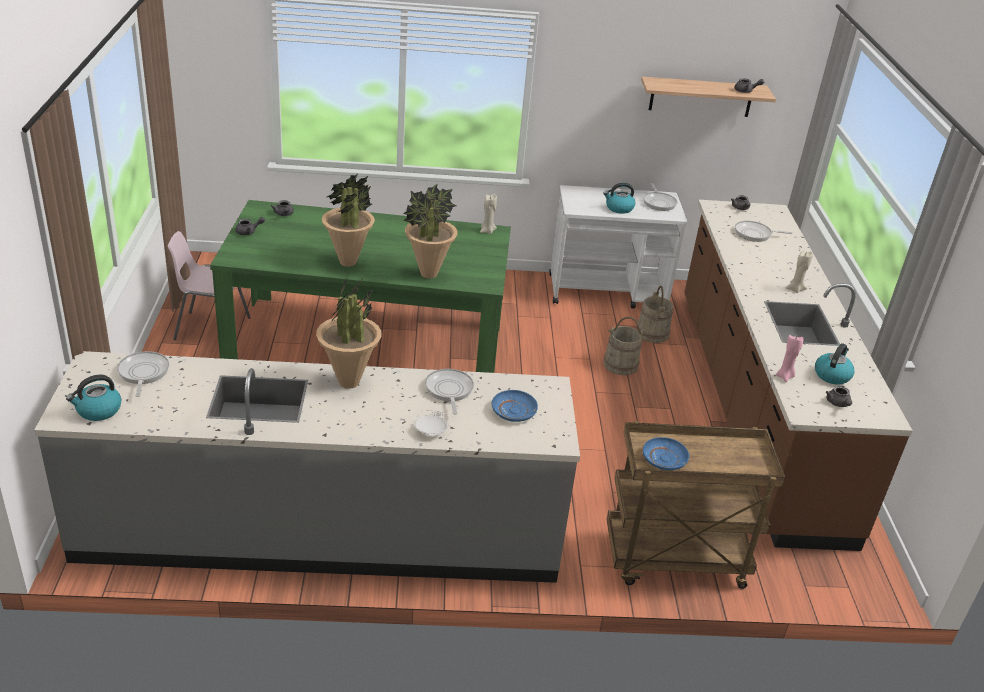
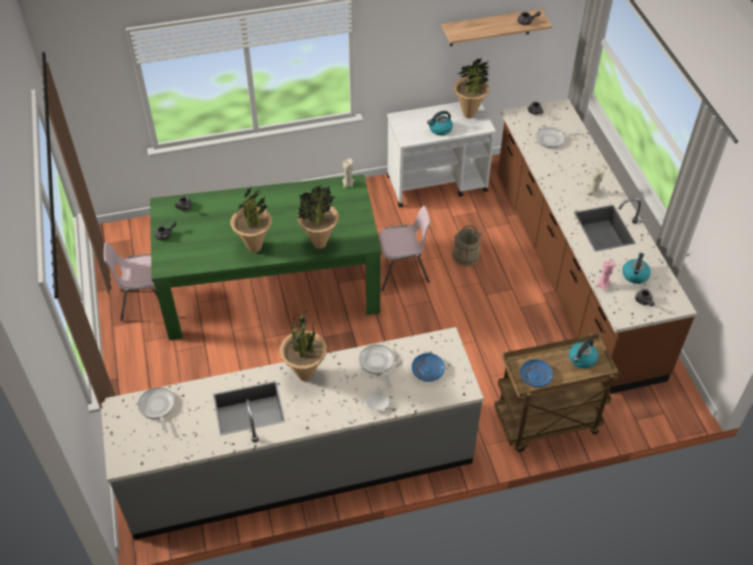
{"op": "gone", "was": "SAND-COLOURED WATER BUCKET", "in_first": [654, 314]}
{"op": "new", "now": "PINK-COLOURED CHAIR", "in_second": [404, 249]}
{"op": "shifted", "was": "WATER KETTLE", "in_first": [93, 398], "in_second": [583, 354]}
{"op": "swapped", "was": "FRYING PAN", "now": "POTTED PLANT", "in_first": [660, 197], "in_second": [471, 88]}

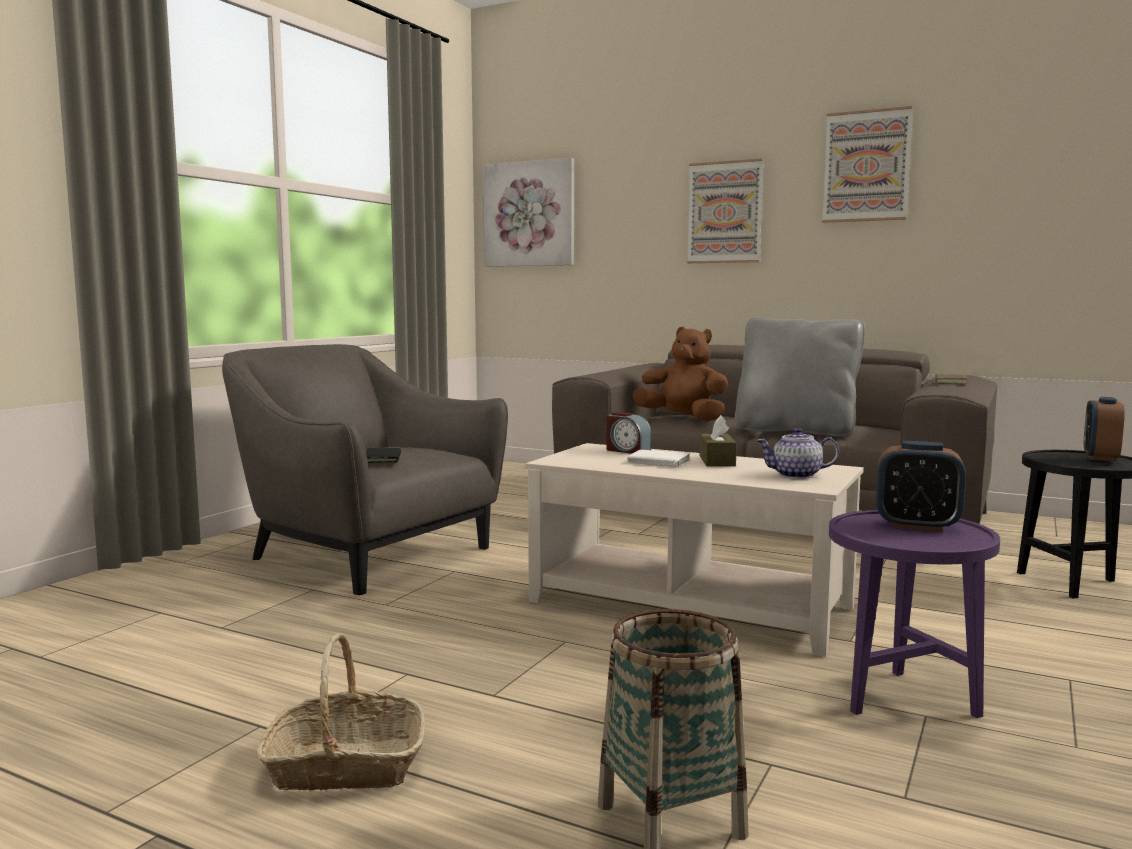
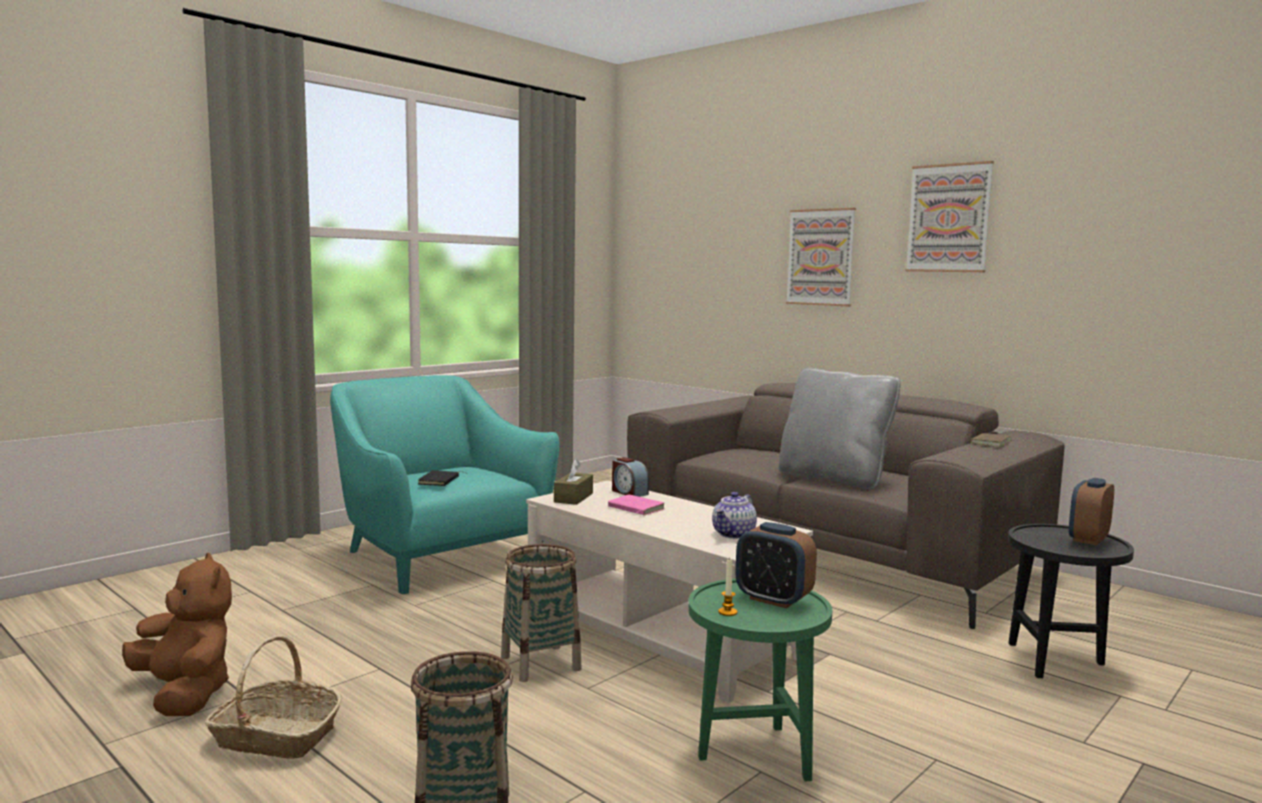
{"op": "gone", "was": "WALL PICTURE", "in_first": [528, 212]}
{"op": "new", "now": "STORAGE BASKET", "in_second": [541, 613]}
{"op": "new", "now": "WAX LIGHT", "in_second": [727, 587]}
{"op": "shifted", "was": "BROWN SOFT TOY", "in_first": [680, 373], "in_second": [177, 634]}
{"op": "shifted", "was": "BROWN TISSUE BOX", "in_first": [718, 441], "in_second": [573, 482]}
{"op": "repainted", "was": "GREY EASY CHAIR", "now": "TURQUOISE-COLOURED EASY CHAIR", "in_first": [365, 469], "in_second": [444, 484]}
{"op": "repainted", "was": "WHITE BOUND BOOK", "now": "PINK-COLOURED BOUND BOOK", "in_first": [659, 458], "in_second": [636, 505]}
{"op": "repainted", "was": "PURPLE SIDE TABLE", "now": "GREEN-COLOURED SIDE TABLE", "in_first": [914, 614], "in_second": [760, 680]}
{"op": "rotated", "was": "TEAPOT", "in_first": [798, 453], "in_second": [734, 515], "clockwise": -75}

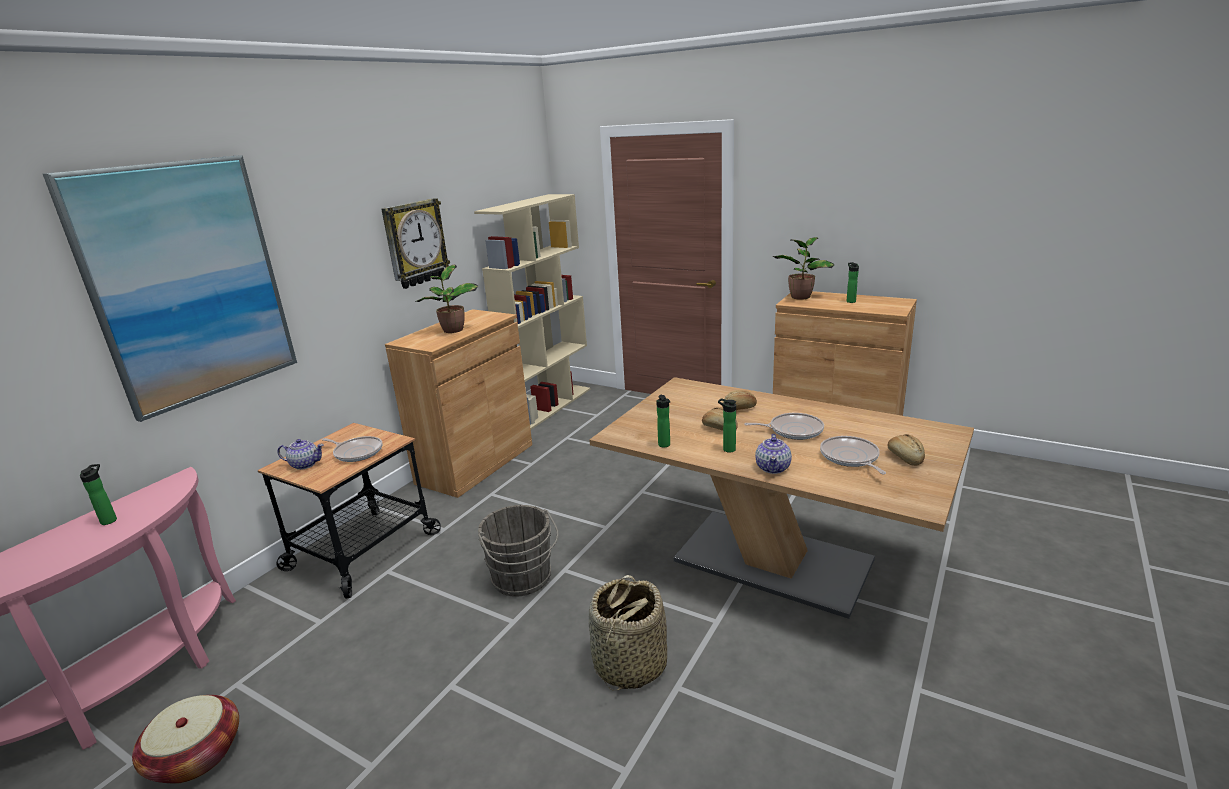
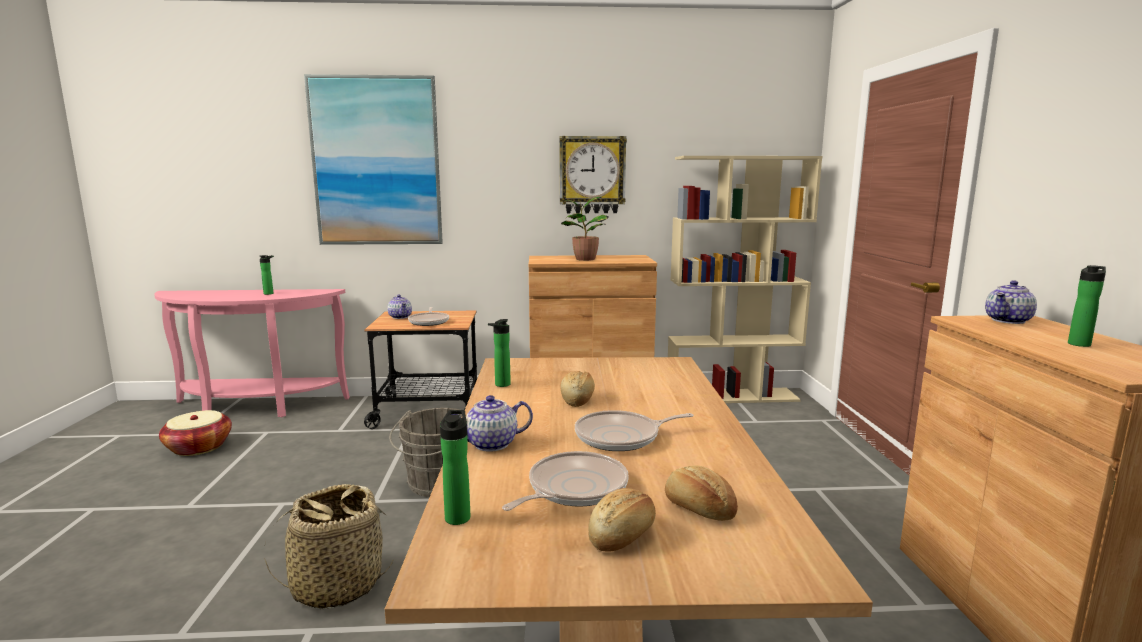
{"op": "shifted", "was": "BOTTLE", "in_first": [727, 425], "in_second": [455, 467]}
{"op": "shifted", "was": "BAKED BREAD", "in_first": [739, 400], "in_second": [701, 493]}
{"op": "swapped", "was": "POTTED PLANT", "now": "TEAPOT", "in_first": [803, 268], "in_second": [1011, 302]}
{"op": "rotated", "was": "FRYING PAN", "in_first": [784, 426], "in_second": [634, 430], "clockwise": 105}

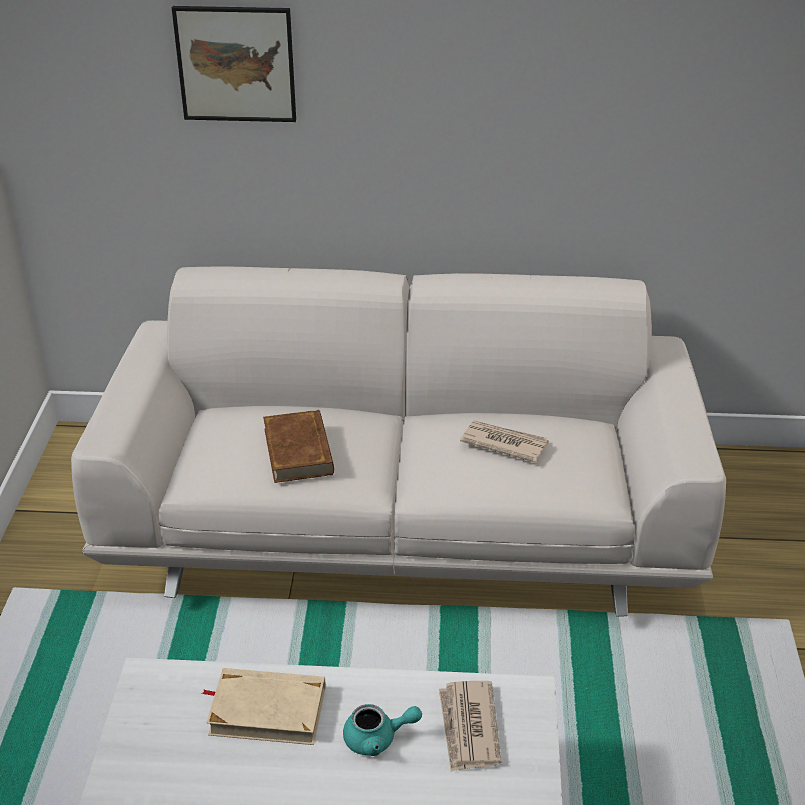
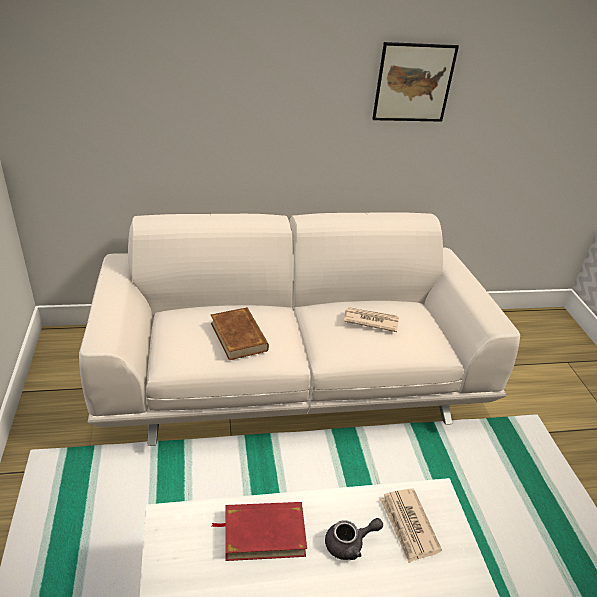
{"op": "shifted", "was": "WALL PICTURE", "in_first": [234, 64], "in_second": [415, 82]}
{"op": "repainted", "was": "SAND-COLOURED BOUND BOOK", "now": "RED BOUND BOOK", "in_first": [264, 706], "in_second": [259, 531]}
{"op": "repainted", "was": "TURQUOISE-COLOURED TEAPOT", "now": "GREY TEAPOT", "in_first": [382, 730], "in_second": [354, 539]}

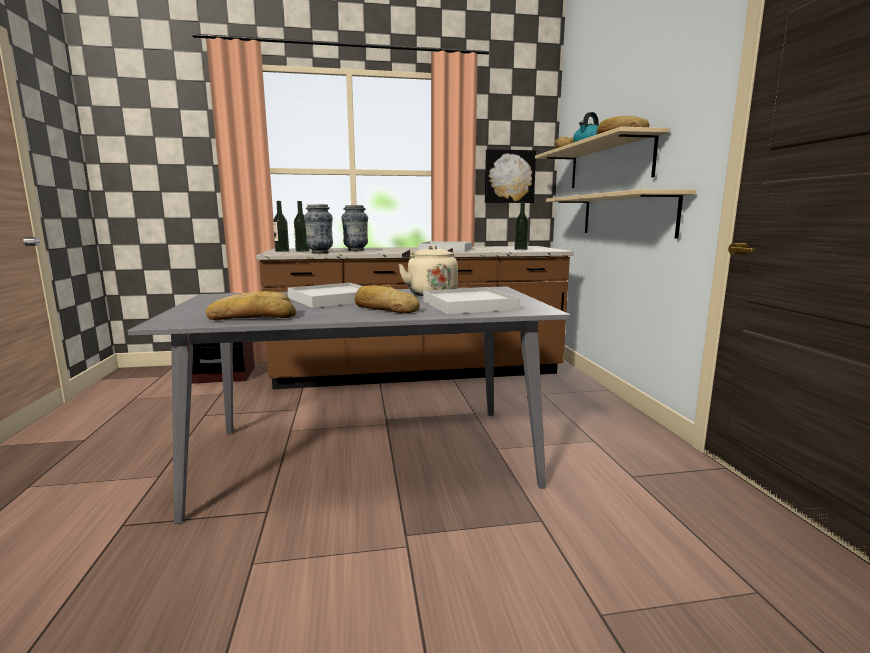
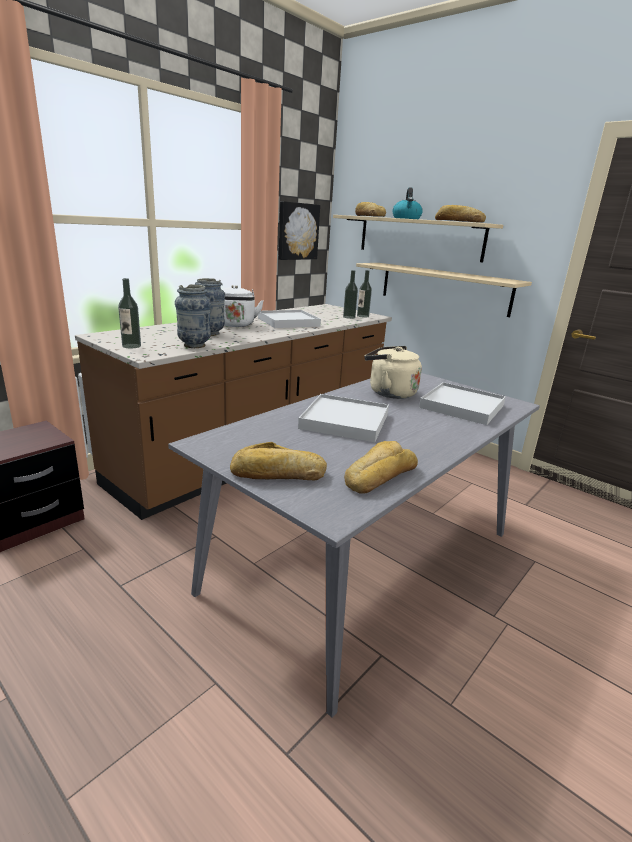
{"op": "new", "now": "WHITE WATER KETTLE", "in_second": [243, 306]}
{"op": "shifted", "was": "BOTTLE", "in_first": [302, 226], "in_second": [364, 294]}
{"op": "shifted", "was": "BAKED BREAD", "in_first": [387, 299], "in_second": [278, 461]}

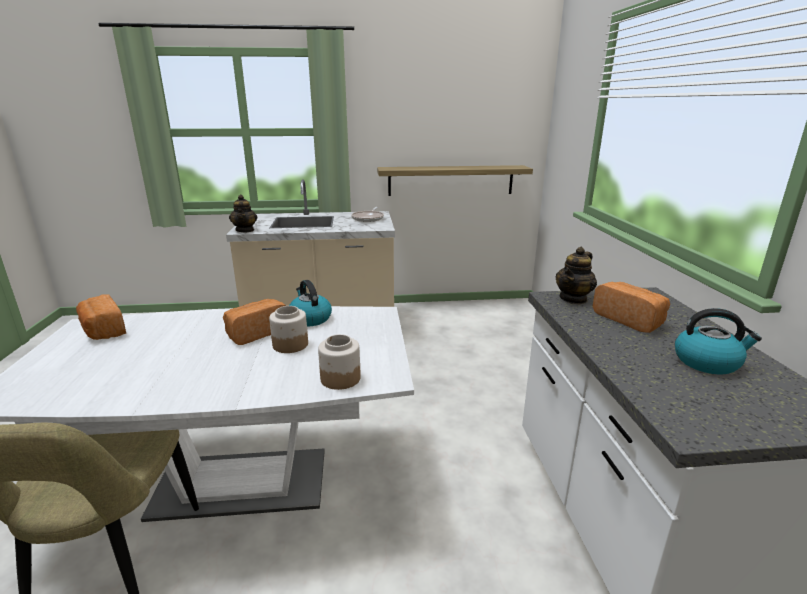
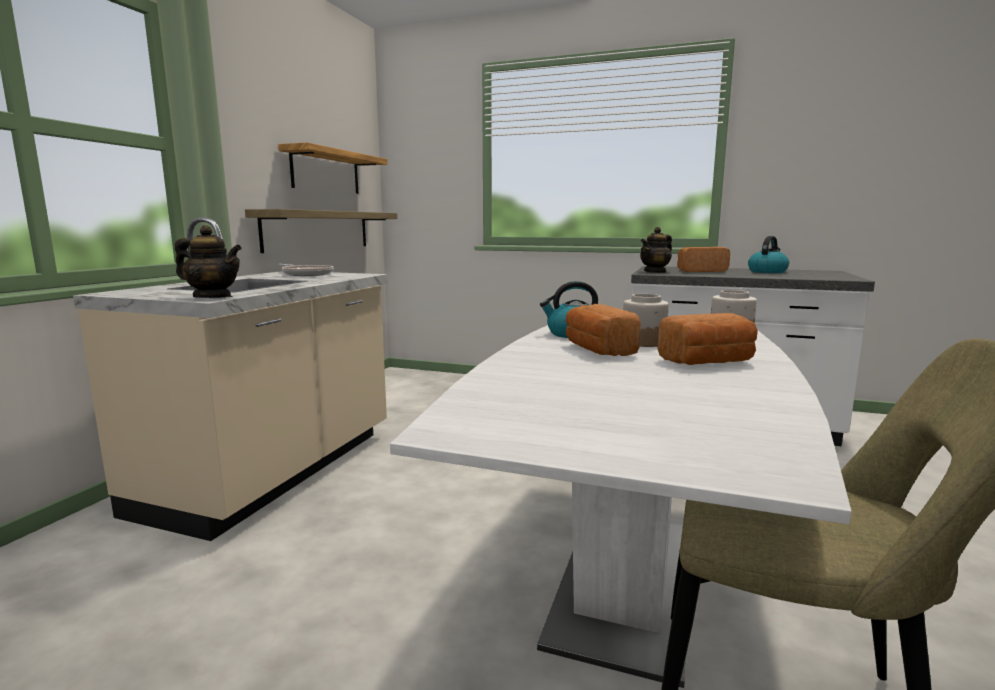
{"op": "new", "now": "WALL SHELF", "in_second": [333, 168]}
{"op": "shifted", "was": "BAKED BREAD", "in_first": [101, 317], "in_second": [707, 339]}
{"op": "rotated", "was": "TEAPOT", "in_first": [576, 276], "in_second": [656, 250], "clockwise": 75}

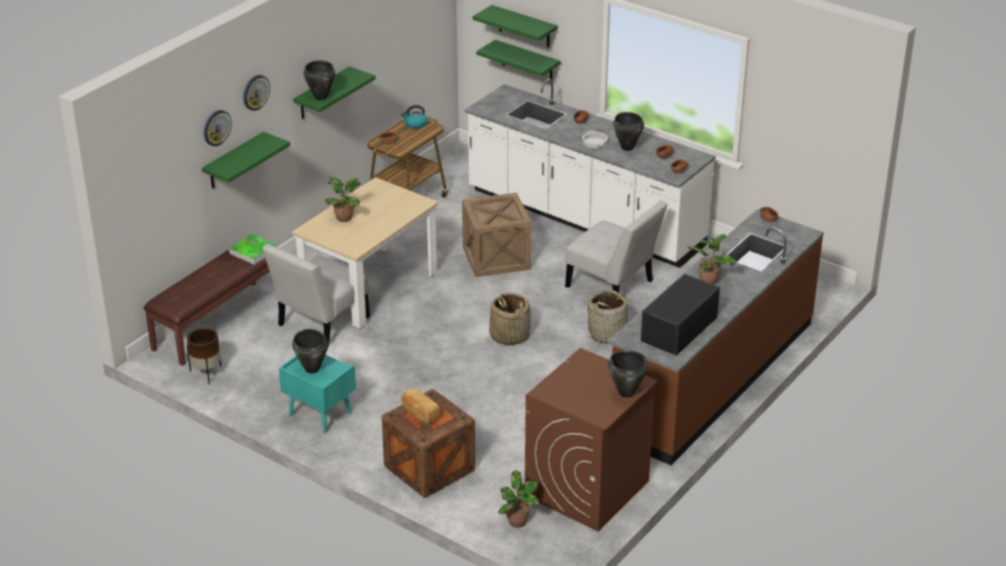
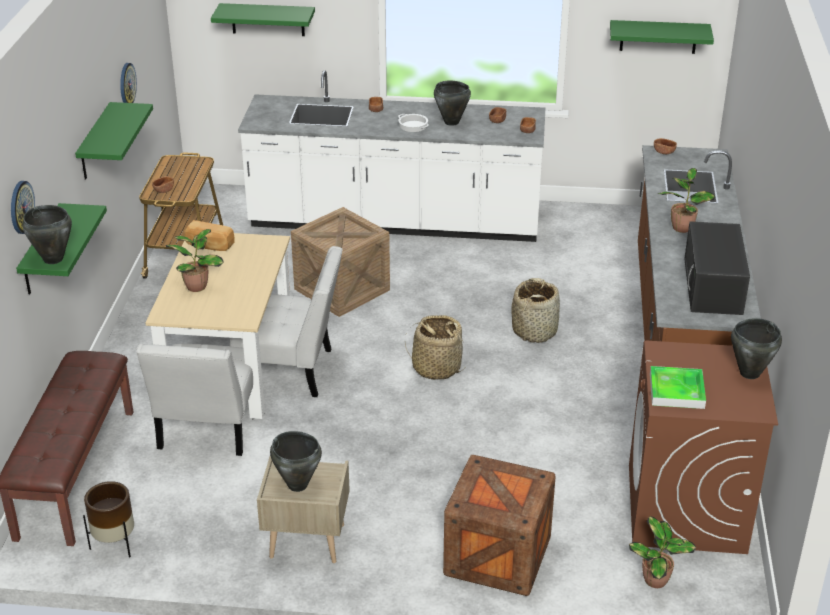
{"op": "gone", "was": "WATER KETTLE", "in_first": [414, 117]}
{"op": "shifted", "was": "CARRYING TRAY", "in_first": [253, 249], "in_second": [678, 387]}
{"op": "shifted", "was": "CLOCK ON THE WALL", "in_first": [256, 93], "in_second": [128, 83]}
{"op": "shifted", "was": "BLACK STOCKPOT", "in_first": [319, 80], "in_second": [47, 234]}
{"op": "shifted", "was": "BAKED BREAD", "in_first": [421, 405], "in_second": [209, 235]}
{"op": "shifted", "was": "GREEN-COLOURED WALL SHELF", "in_first": [518, 60], "in_second": [662, 37]}
{"op": "shifted", "was": "WHITE CHAIR", "in_first": [616, 246], "in_second": [286, 321]}
{"op": "repainted", "was": "TURQUOISE-COLOURED BEDSIDE TABLE", "now": "SAND-COLOURED BEDSIDE TABLE", "in_first": [317, 394], "in_second": [303, 509]}

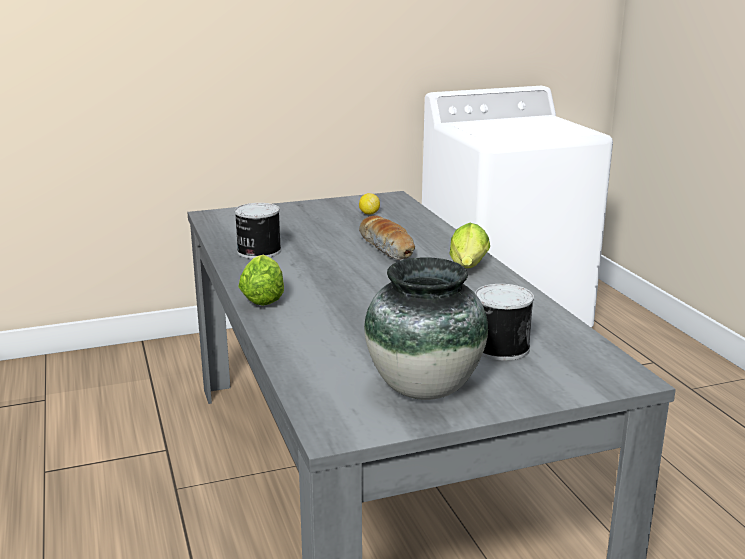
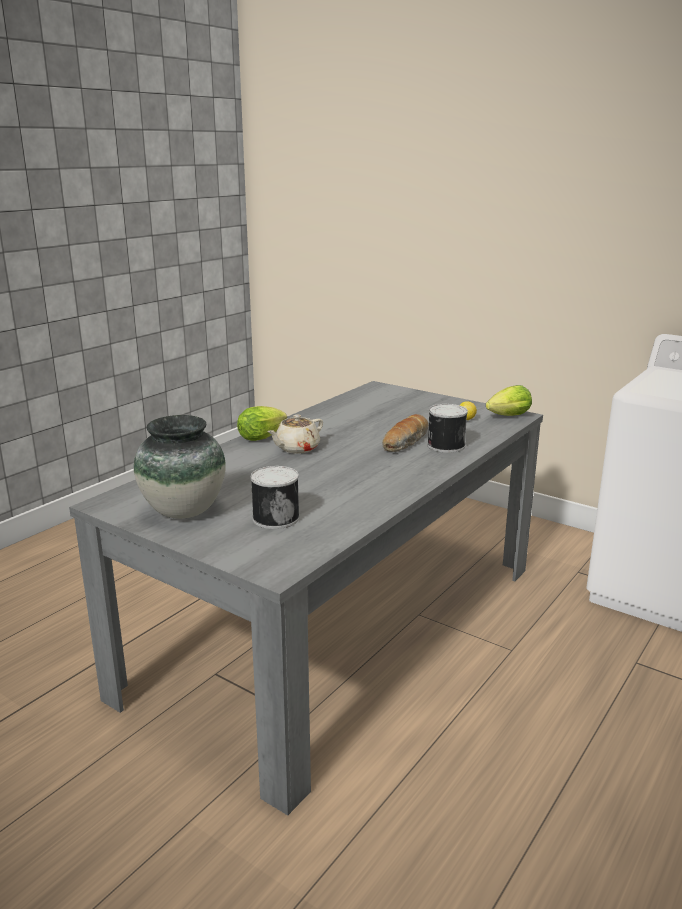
{"op": "new", "now": "SAND-COLOURED TEAPOT", "in_second": [295, 434]}
{"op": "shifted", "was": "CAN", "in_first": [258, 231], "in_second": [447, 428]}
{"op": "shifted", "was": "LETTUCE", "in_first": [470, 245], "in_second": [509, 400]}

